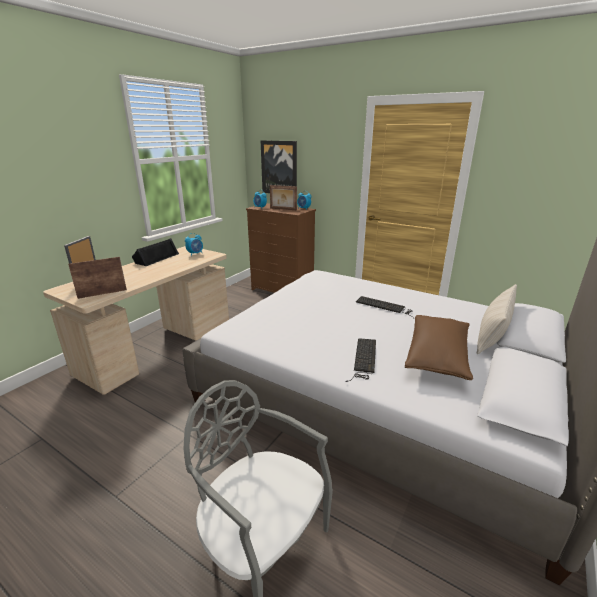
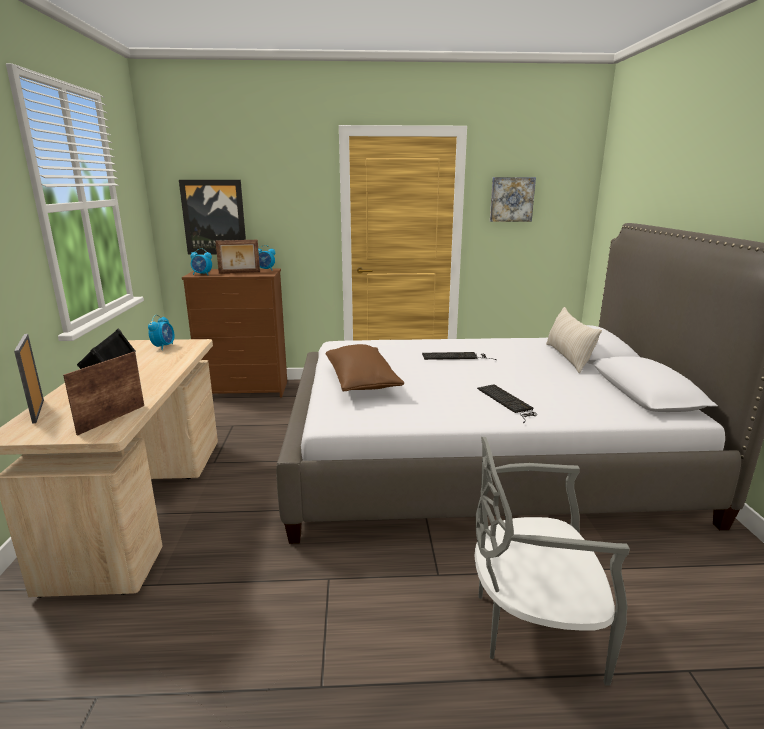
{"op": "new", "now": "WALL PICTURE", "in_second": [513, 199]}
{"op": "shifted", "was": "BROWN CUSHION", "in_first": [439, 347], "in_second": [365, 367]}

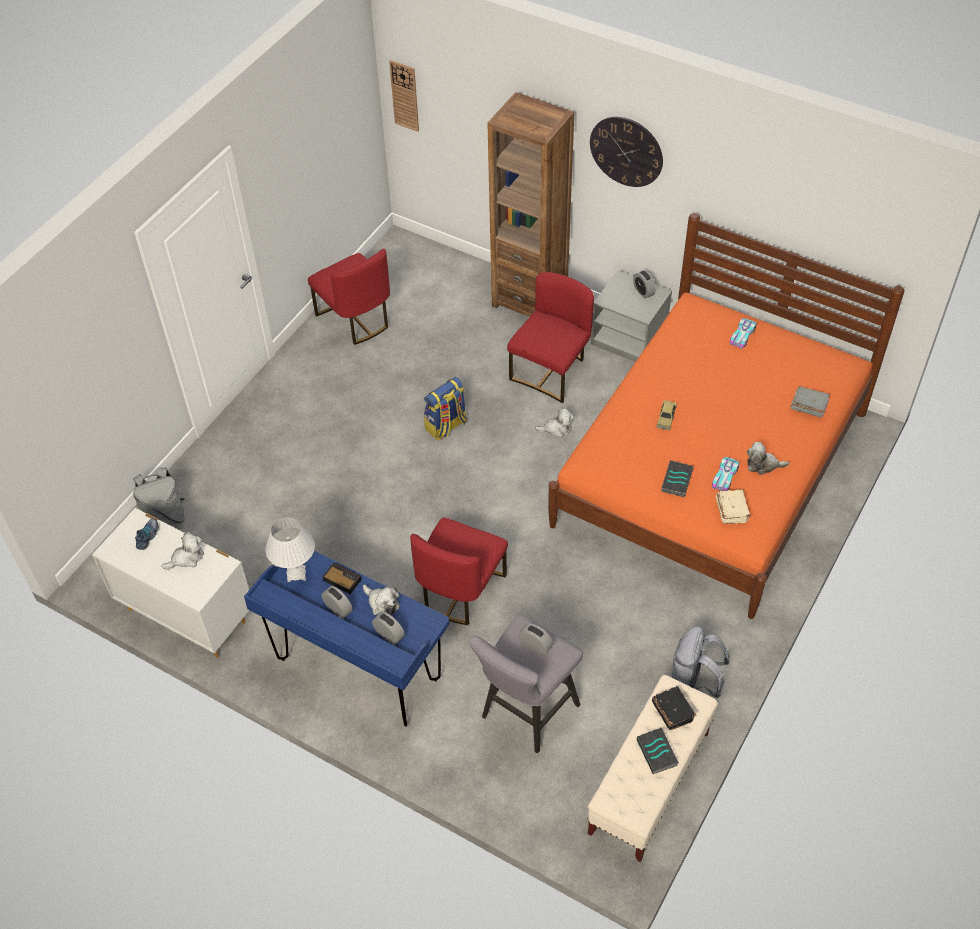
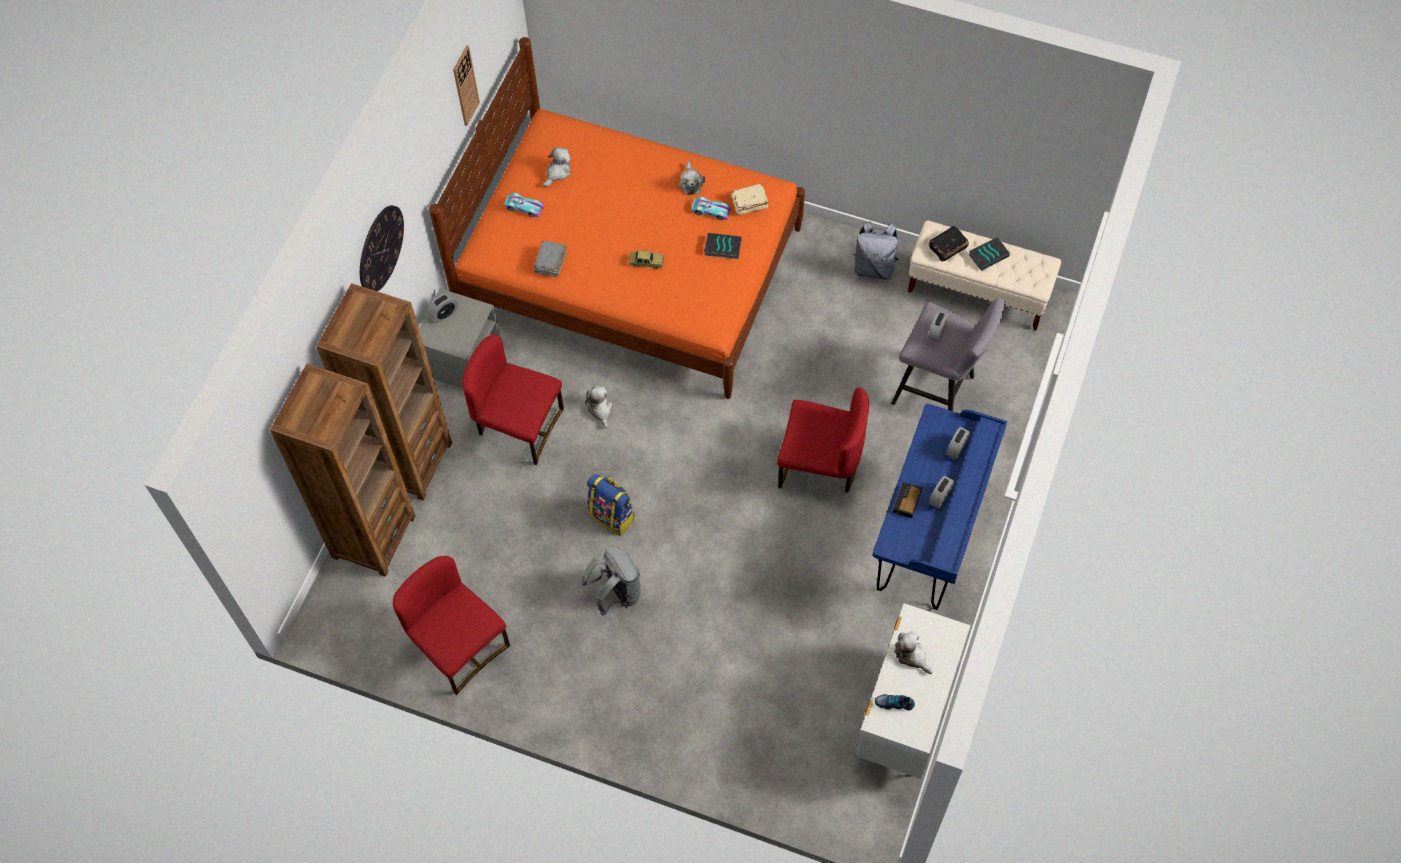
{"op": "gone", "was": "WHITE TABLE LAMP", "in_first": [290, 550]}
{"op": "new", "now": "BROWN SHELVING UNIT", "in_second": [343, 470]}
{"op": "shifted", "was": "GREY RUCKSACK", "in_first": [159, 496], "in_second": [611, 581]}
{"op": "shifted", "was": "SOFT TOY", "in_first": [381, 600], "in_second": [557, 167]}
{"op": "shifted", "was": "CLOCK ON THE WALL", "in_first": [404, 96], "in_second": [466, 85]}
{"op": "shifted", "was": "GREY BOUND BOOK", "in_first": [810, 402], "in_second": [550, 259]}
{"op": "rotated", "was": "RED CHAIR", "in_first": [349, 297], "in_second": [451, 625], "clockwise": -90}

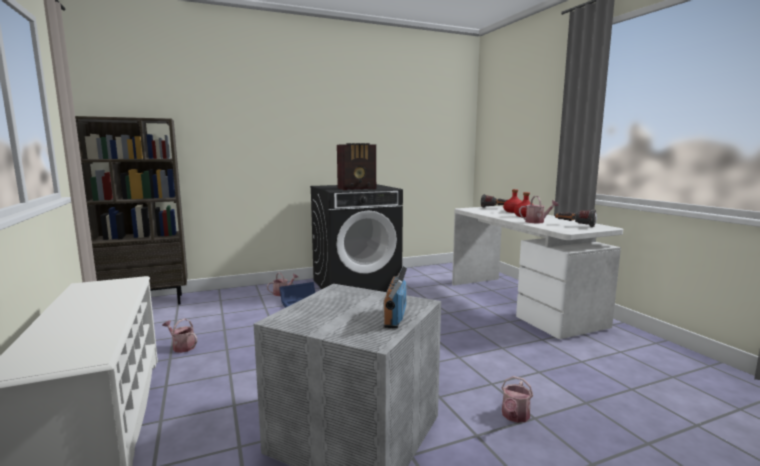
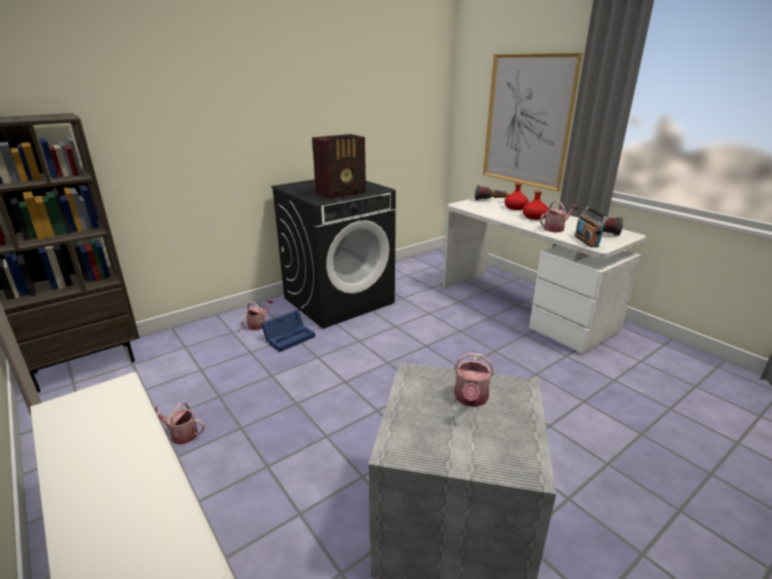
{"op": "new", "now": "WALL PICTURE", "in_second": [532, 122]}
{"op": "shifted", "was": "RADIO", "in_first": [395, 297], "in_second": [591, 227]}
{"op": "shifted", "was": "WATERING CAN", "in_first": [517, 399], "in_second": [474, 380]}

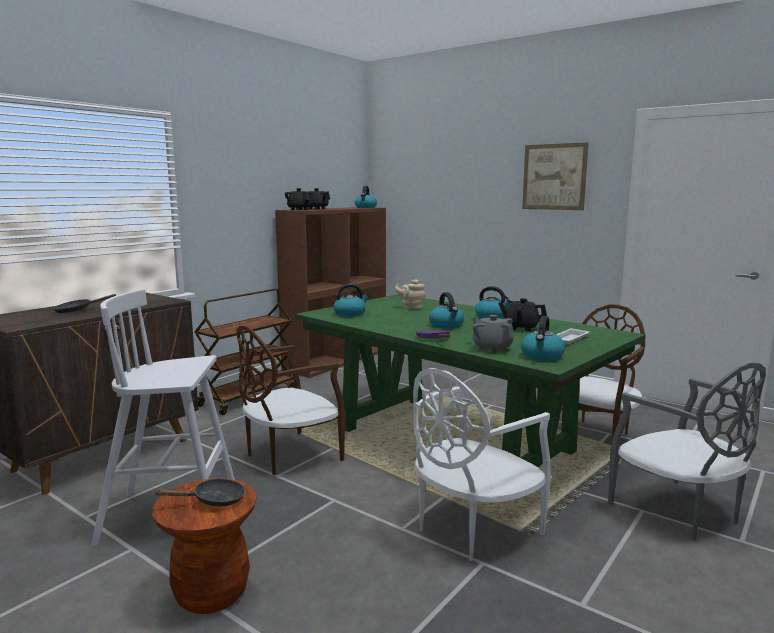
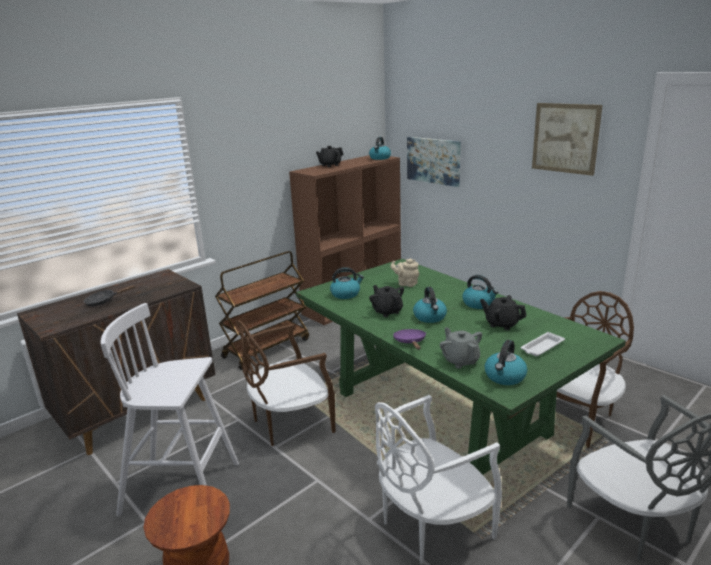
{"op": "gone", "was": "BLACK FRYING PAN", "in_first": [199, 492]}
{"op": "new", "now": "WALL PICTURE", "in_second": [434, 162]}
{"op": "shifted", "was": "BLACK TEAPOT", "in_first": [298, 199], "in_second": [386, 301]}

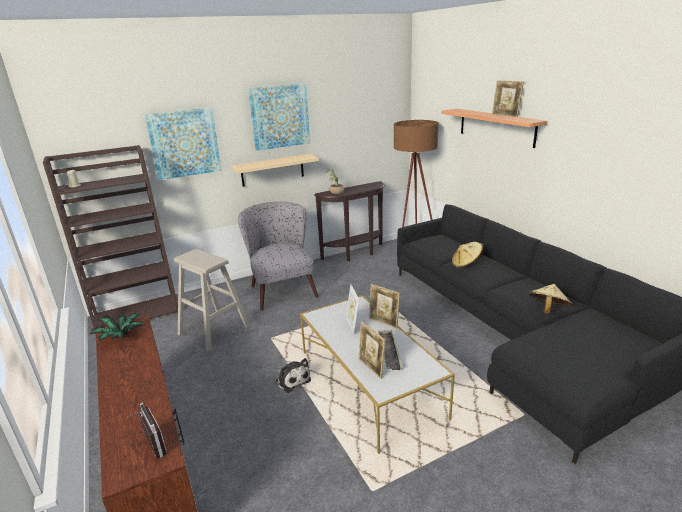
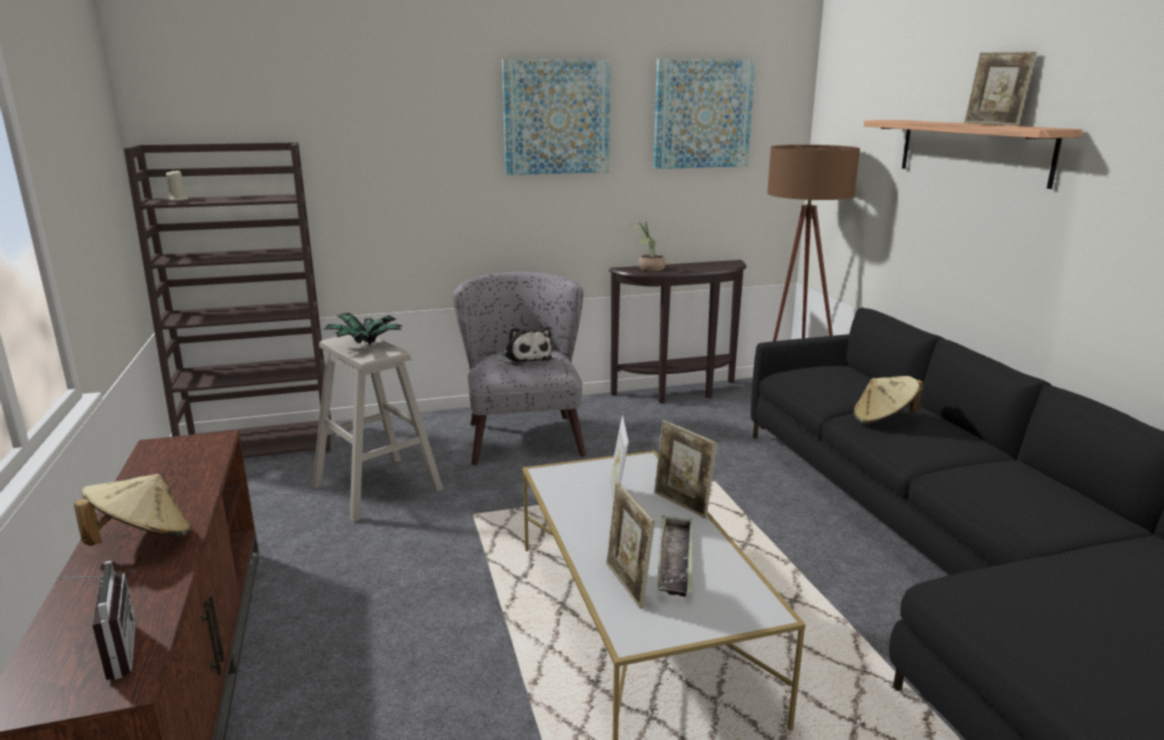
{"op": "gone", "was": "SAND-COLOURED WALL SHELF", "in_first": [275, 170]}
{"op": "shifted", "was": "POTTED PLANT", "in_first": [117, 326], "in_second": [364, 329]}
{"op": "shifted", "was": "WALL PICTURE", "in_first": [183, 144], "in_second": [704, 114]}
{"op": "shifted", "was": "SOFT TOY", "in_first": [293, 375], "in_second": [528, 346]}
{"op": "shifted", "was": "SAND-COLOURED WEARABLE HAT", "in_first": [550, 299], "in_second": [132, 510]}

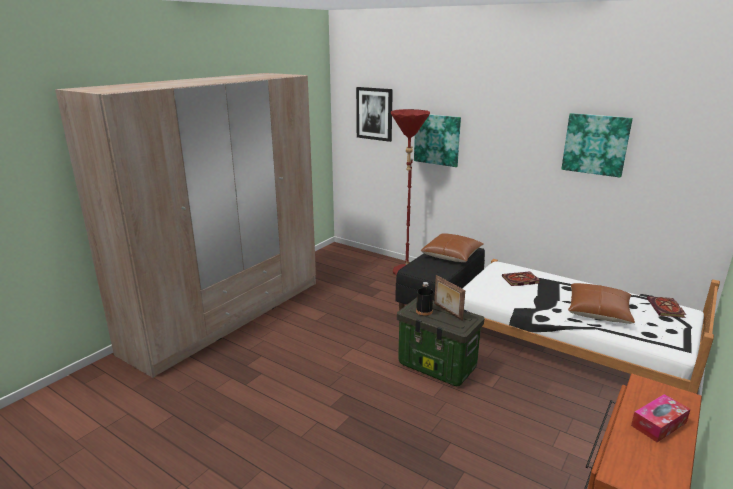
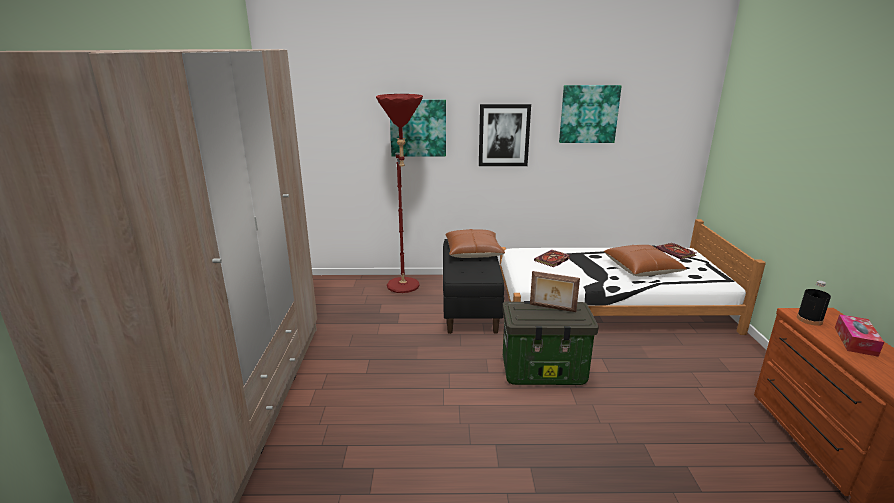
{"op": "shifted", "was": "WALL PICTURE", "in_first": [374, 114], "in_second": [505, 135]}
{"op": "shifted", "was": "BLACK BOTTLE", "in_first": [424, 299], "in_second": [814, 303]}

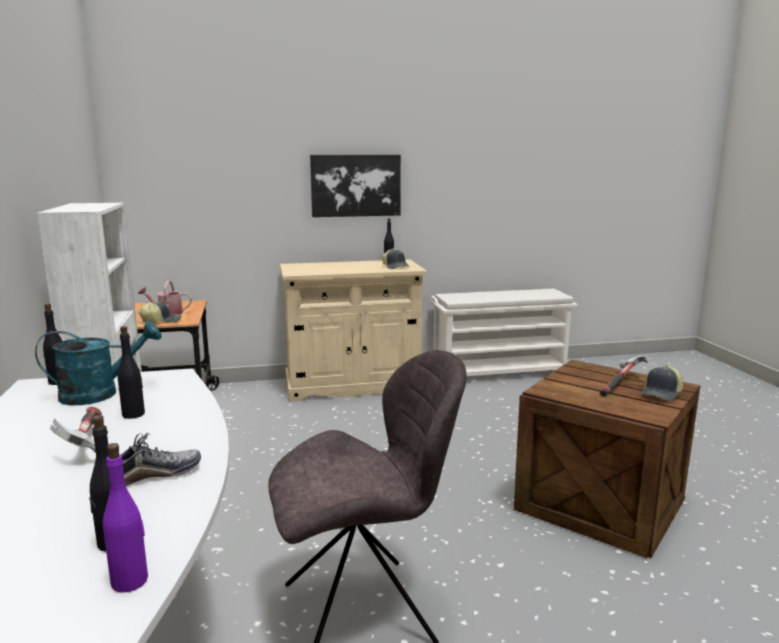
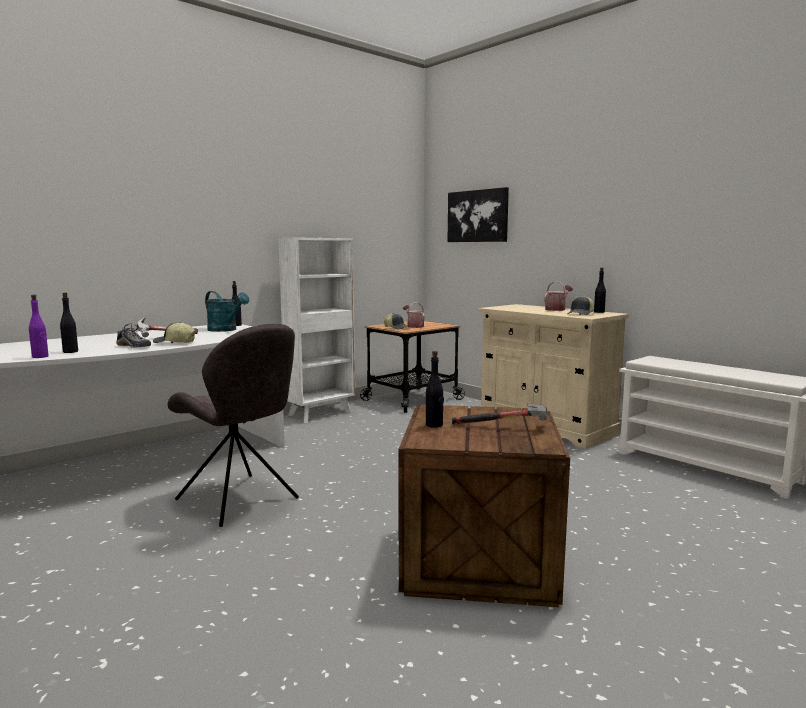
{"op": "new", "now": "WATERING CAN", "in_second": [558, 296]}
{"op": "shifted", "was": "BLACK BOTTLE", "in_first": [131, 372], "in_second": [435, 389]}
{"op": "shifted", "was": "WALL PICTURE", "in_first": [355, 186], "in_second": [478, 214]}
{"op": "shifted", "was": "PEAKED CAP", "in_first": [661, 383], "in_second": [174, 332]}

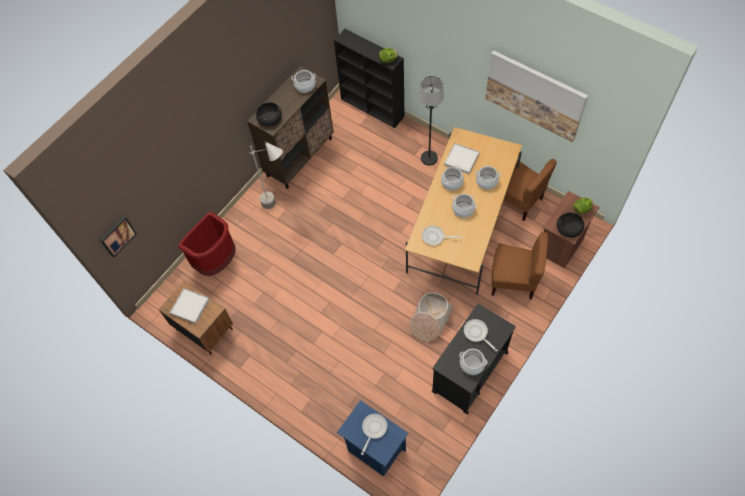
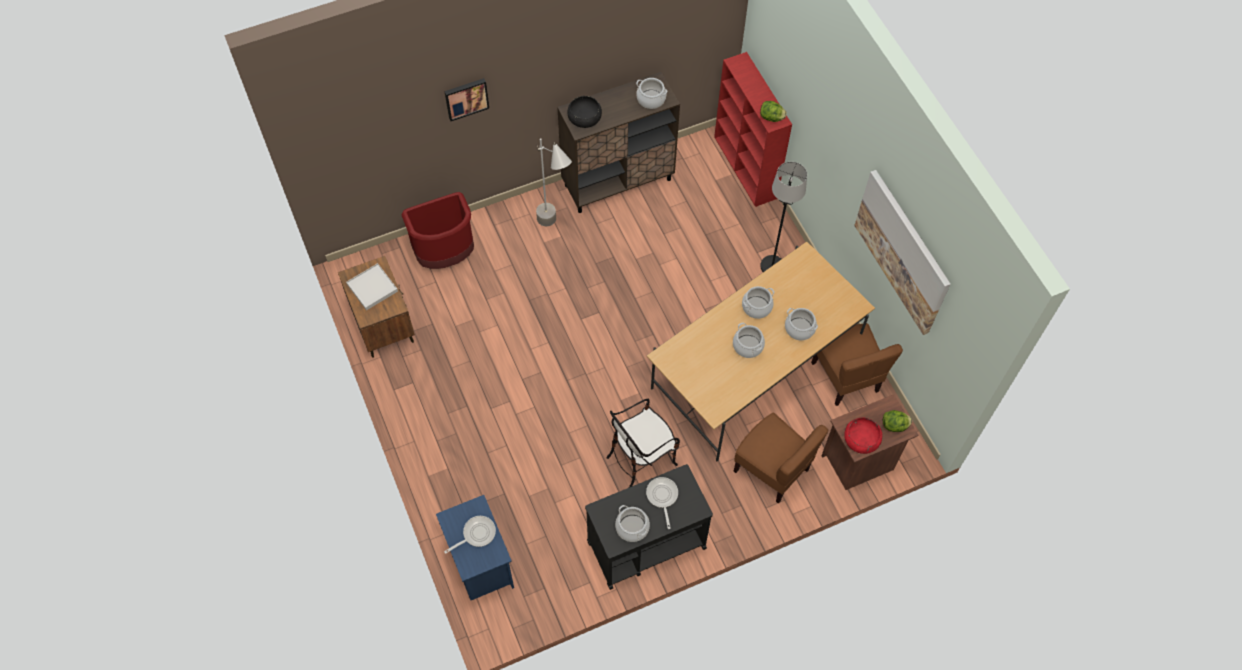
{"op": "gone", "was": "FRYING PAN", "in_first": [441, 235]}
{"op": "gone", "was": "WHITE CARRYING TRAY", "in_first": [461, 158]}
{"op": "shifted", "was": "WALL PICTURE", "in_first": [118, 236], "in_second": [466, 99]}
{"op": "swapped", "was": "STORAGE BASKET", "now": "CHAIR", "in_first": [432, 316], "in_second": [643, 443]}
{"op": "repainted", "was": "BLACK SHELVING UNIT", "now": "RED SHELVING UNIT", "in_first": [369, 78], "in_second": [753, 129]}
{"op": "repainted", "was": "BLACK BOWL", "now": "RED BOWL", "in_first": [570, 225], "in_second": [863, 435]}

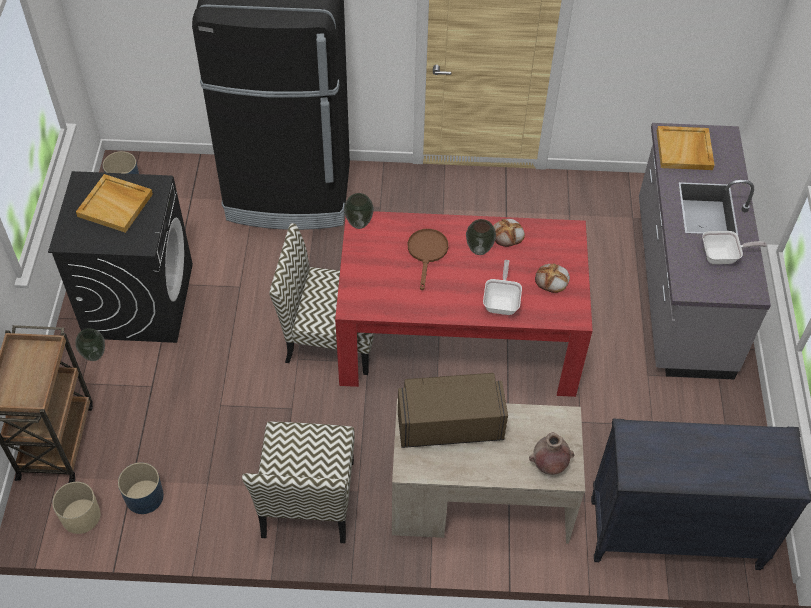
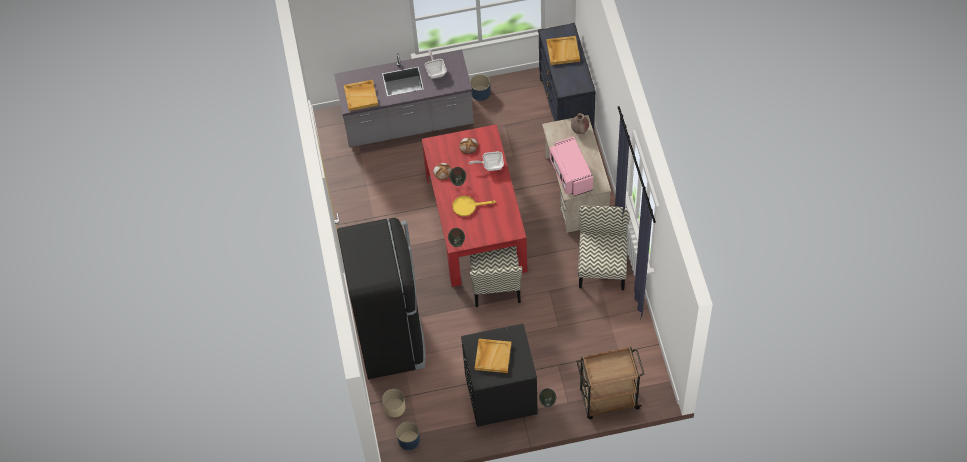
{"op": "new", "now": "SAND-COLOURED CARRYING TRAY", "in_second": [563, 50]}
{"op": "shifted", "was": "SAND-COLOURED FLOWER POT", "in_first": [76, 508], "in_second": [393, 403]}
{"op": "shifted", "was": "BLUE-COLOURED FLOWER POT", "in_first": [141, 488], "in_second": [480, 87]}
{"op": "repainted", "was": "BROWN MICROWAVE OVEN", "now": "PINK-COLOURED MICROWAVE OVEN", "in_first": [453, 410], "in_second": [571, 166]}
{"op": "repainted", "was": "BROWN FRYING PAN", "now": "YELLOWISH FRYING PAN", "in_first": [428, 259], "in_second": [474, 206]}
{"op": "rotated", "was": "CHAIR", "in_first": [298, 482], "in_second": [604, 247], "clockwise": -75}

